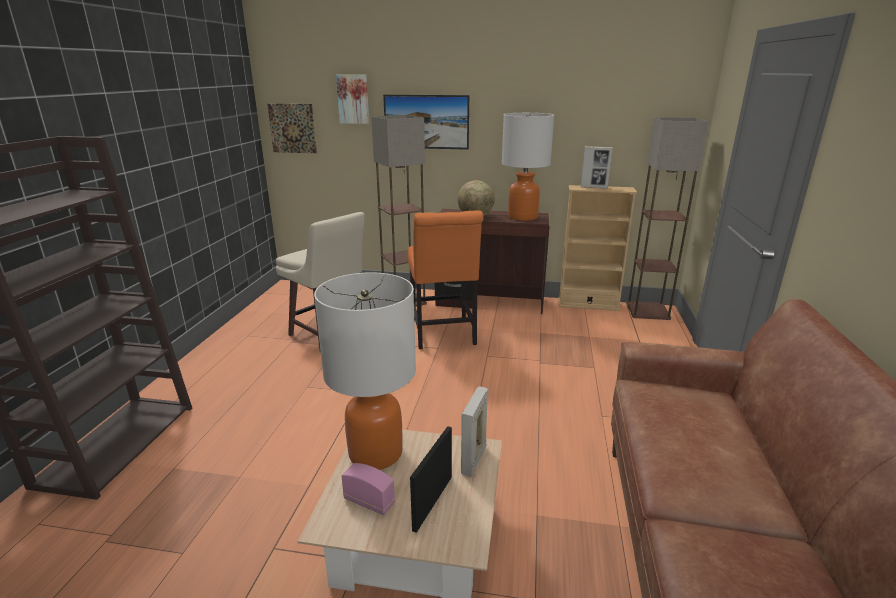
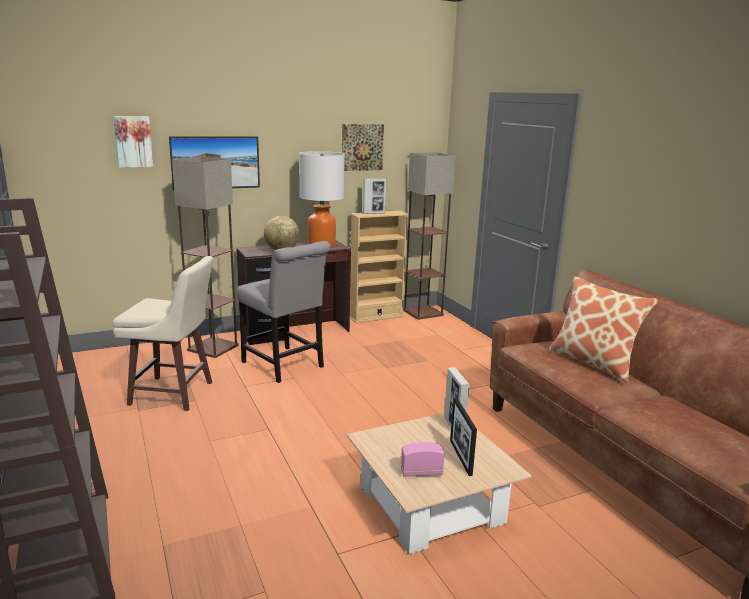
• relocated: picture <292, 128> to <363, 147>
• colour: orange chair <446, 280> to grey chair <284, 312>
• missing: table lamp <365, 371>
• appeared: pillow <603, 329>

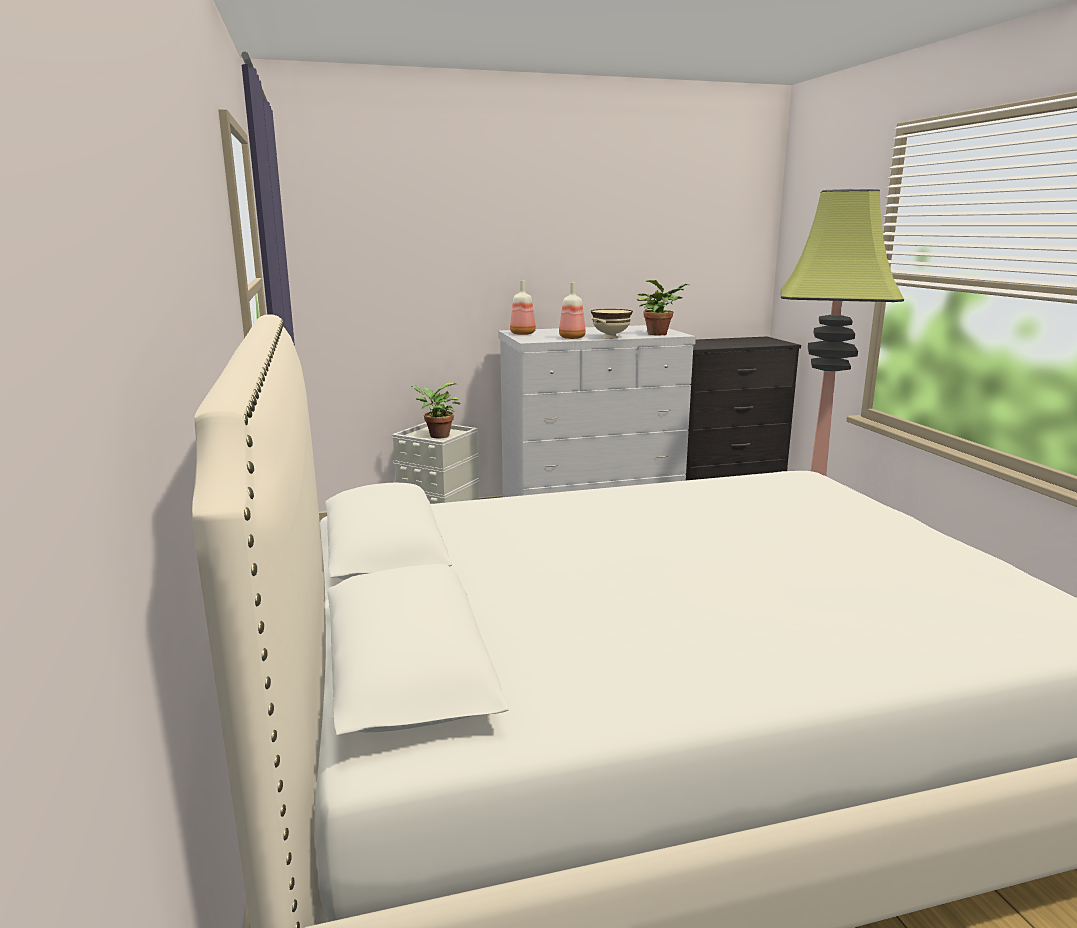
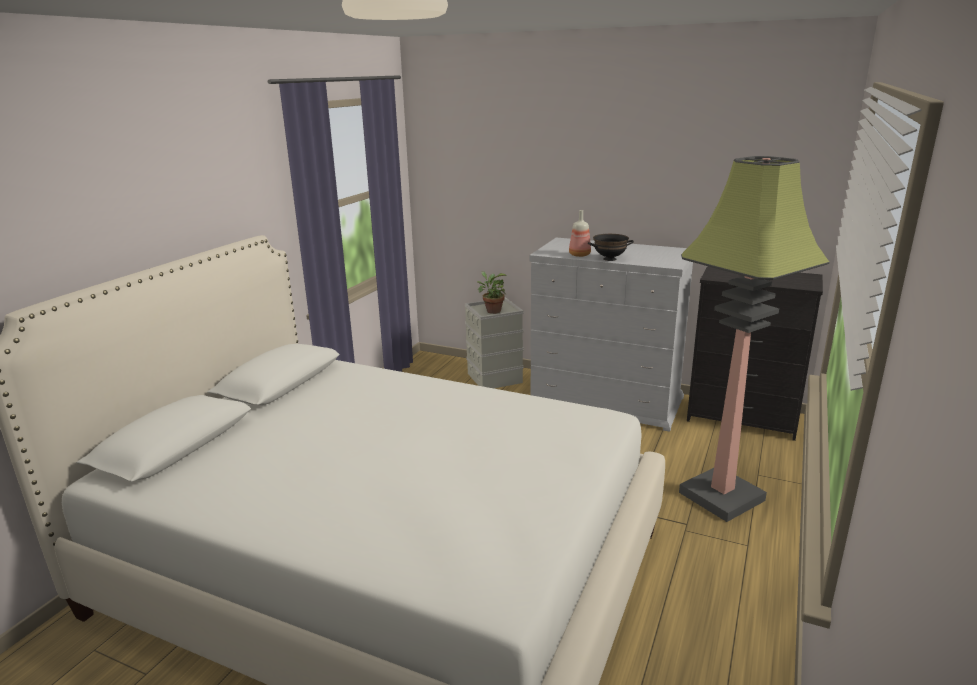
• missing: bottle <523, 307>
• missing: potted plant <663, 308>
• colour: beige bowl <612, 323> to black bowl <611, 247>

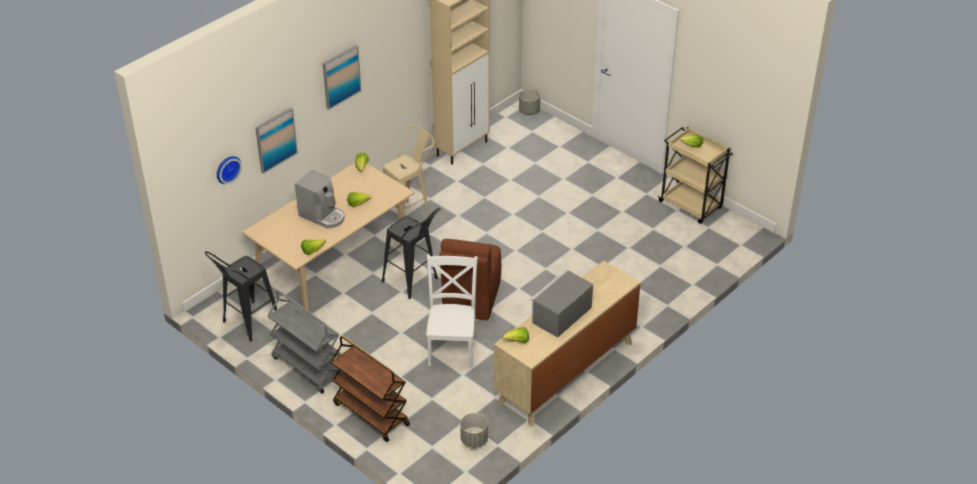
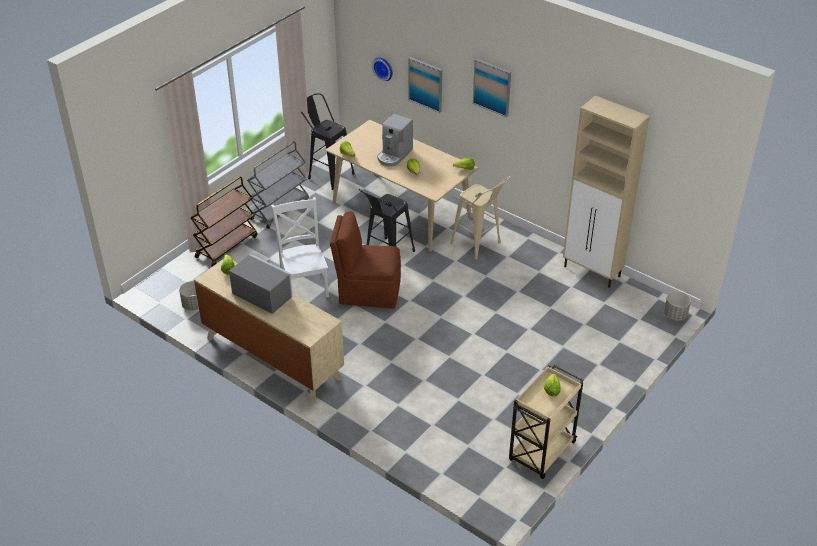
• spun: white chair <452, 311> = <300, 247> 105 degrees counterclockwise

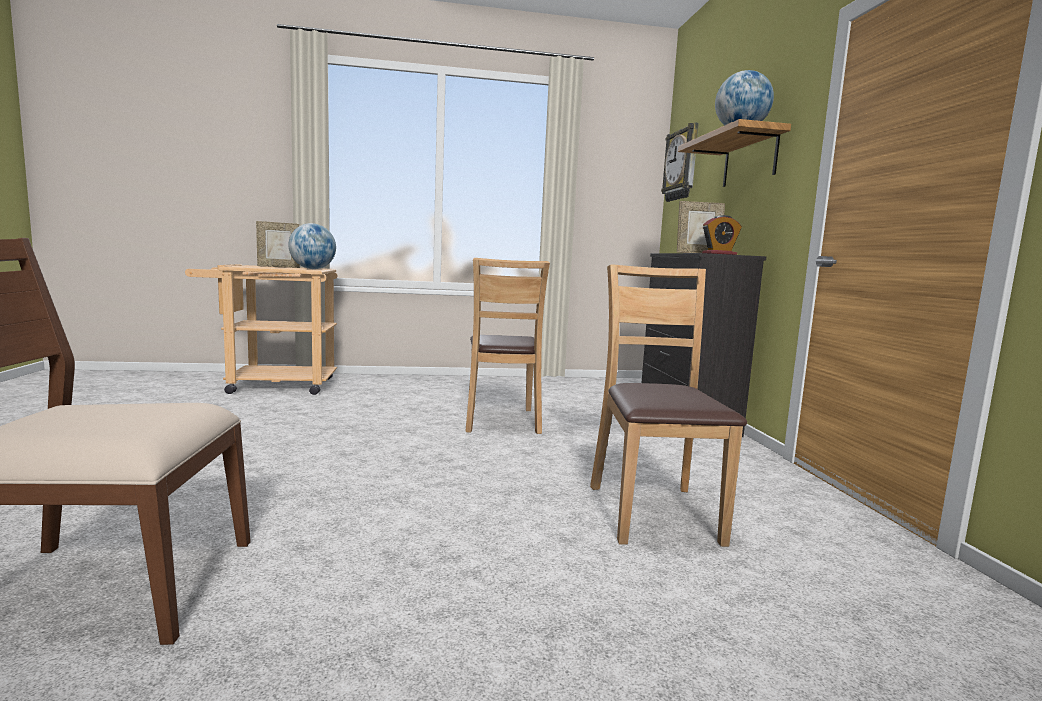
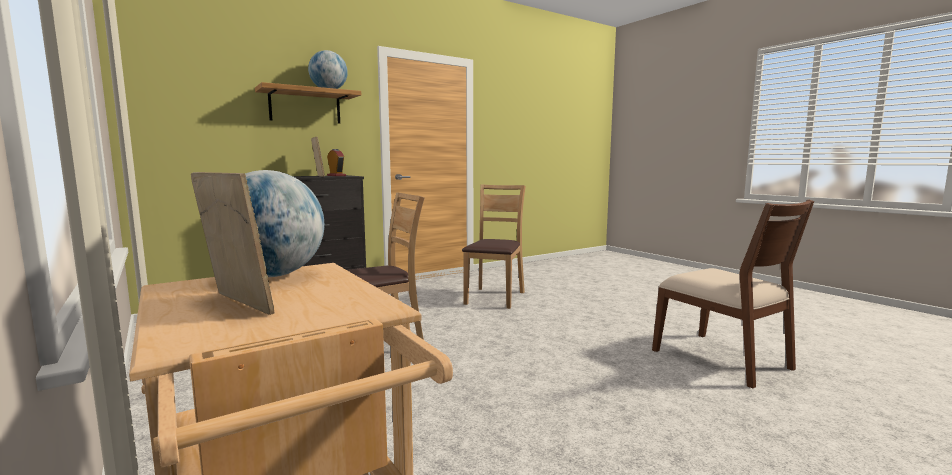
• missing: wall clock <680, 162>
• spun: brown chair <668, 405> = <494, 247> 135 degrees clockwise

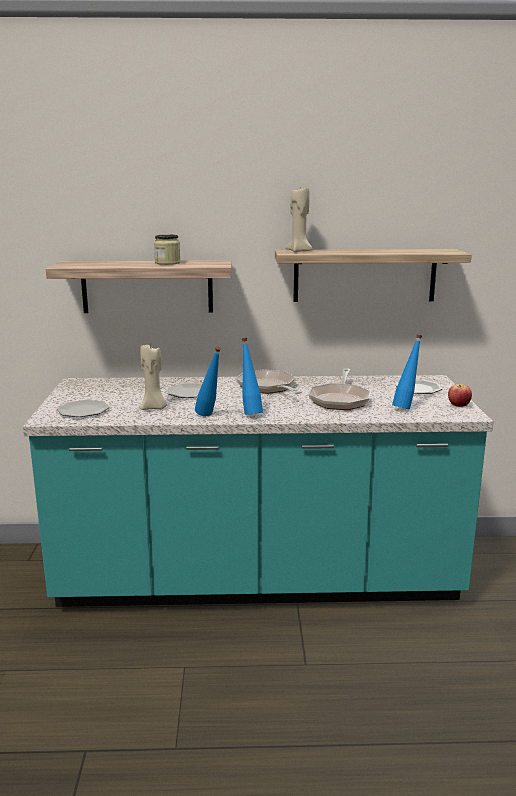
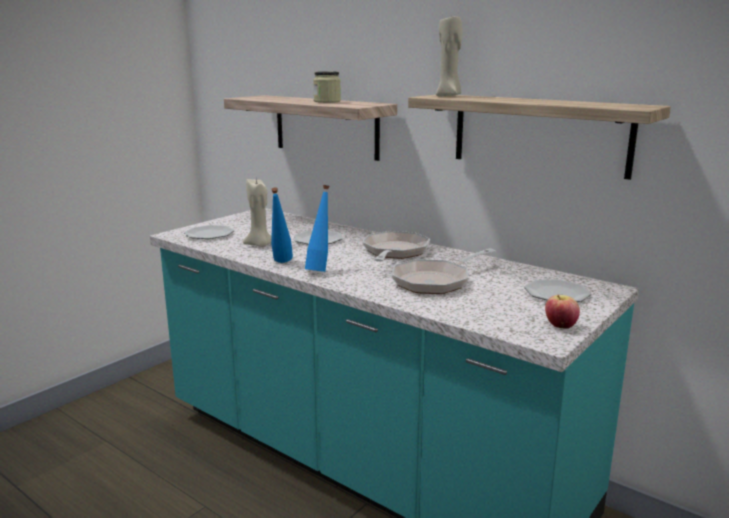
• missing: blue bottle <407, 372>

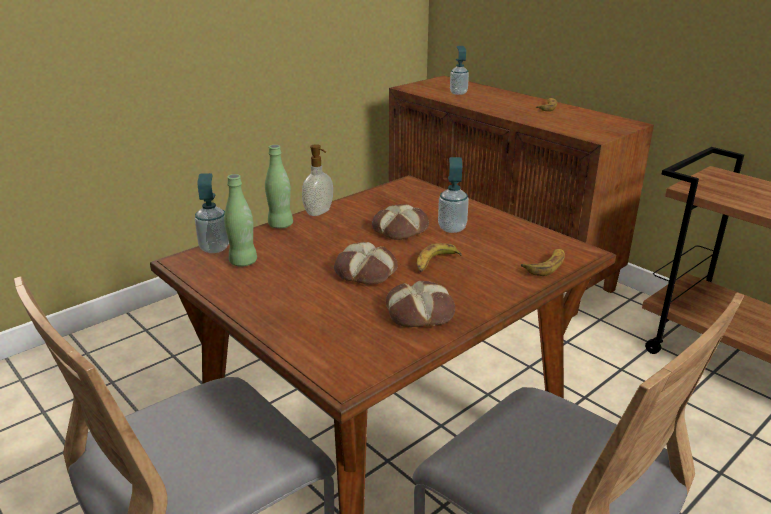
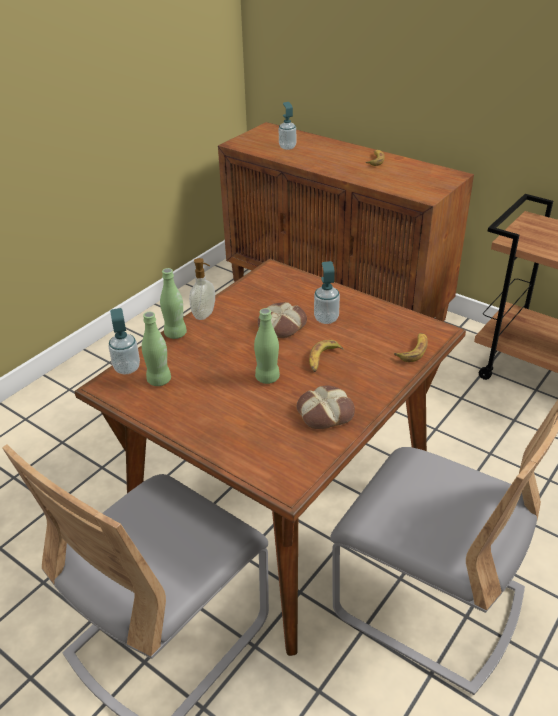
• exchanged: bread <366, 263> to green bottle <267, 346>

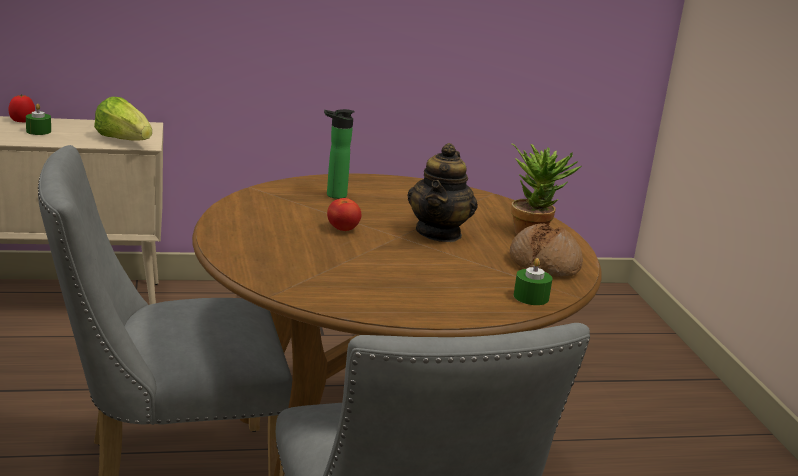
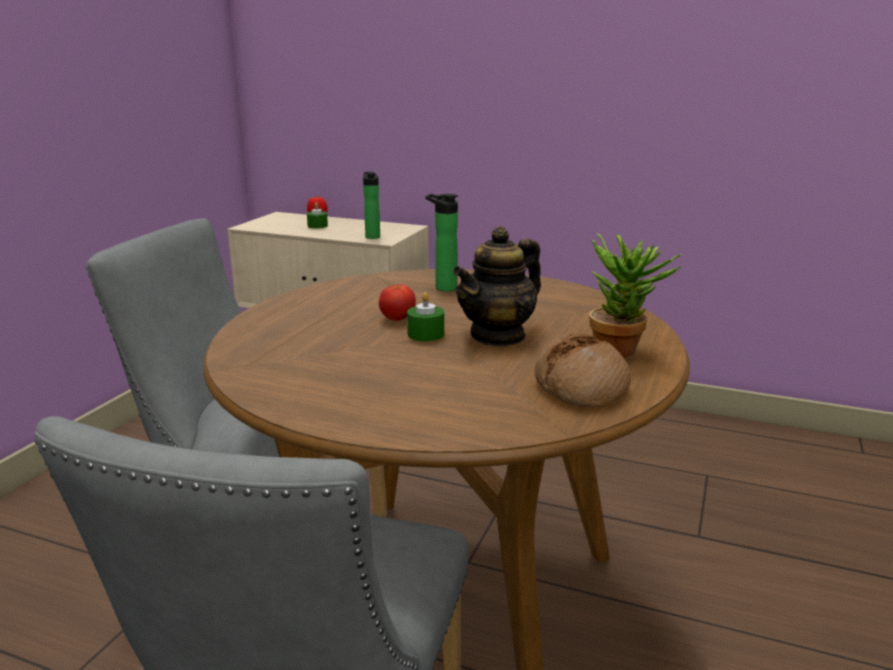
• exchanged: lettuce <123, 119> to bottle <371, 205>
• relocated: green candle <532, 281> to <425, 317>

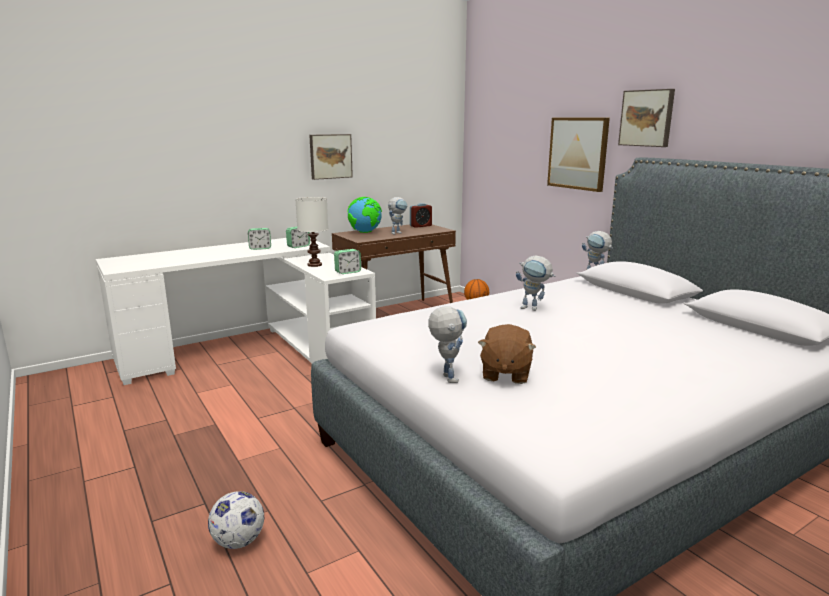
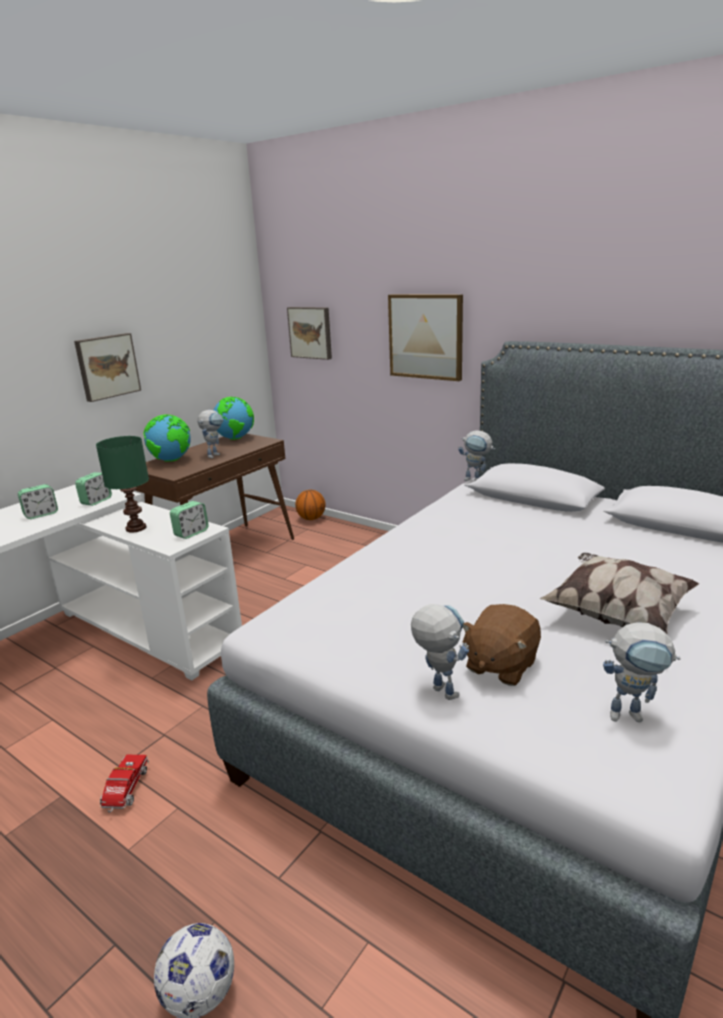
• relocated: picture <646, 118> to <309, 333>
• colour: white table lamp <311, 232> to green table lamp <122, 484>
• exchanged: alarm clock <421, 215> to globe <234, 418>
• relocated: toy robot <535, 283> to <642, 672>
• spun: brown plush toy <507, 354> = <501, 645> 45 degrees clockwise
• appeared: pillow <619, 594>
• appeared: toy truck <124, 784>

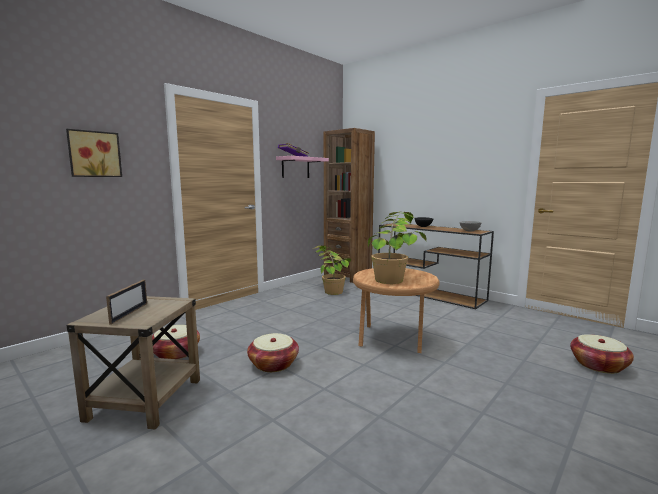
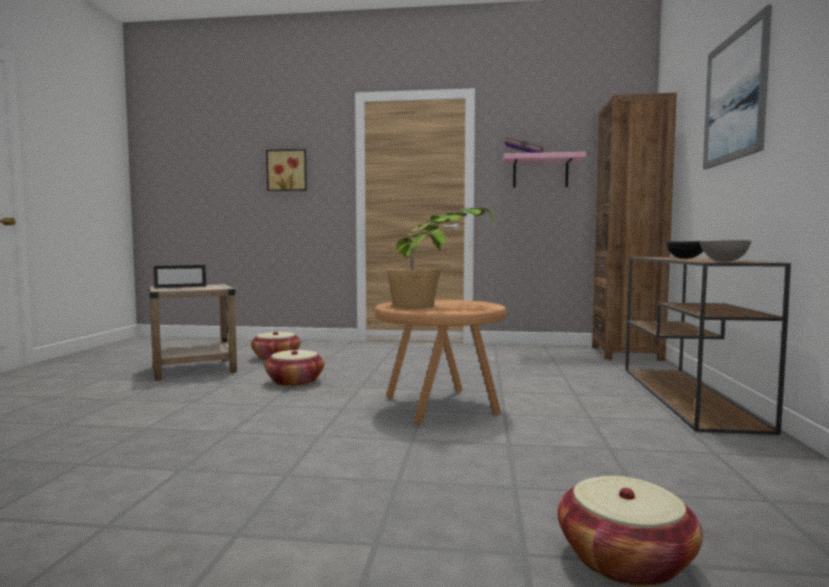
• missing: potted plant <332, 270>
• appeared: picture <737, 87>

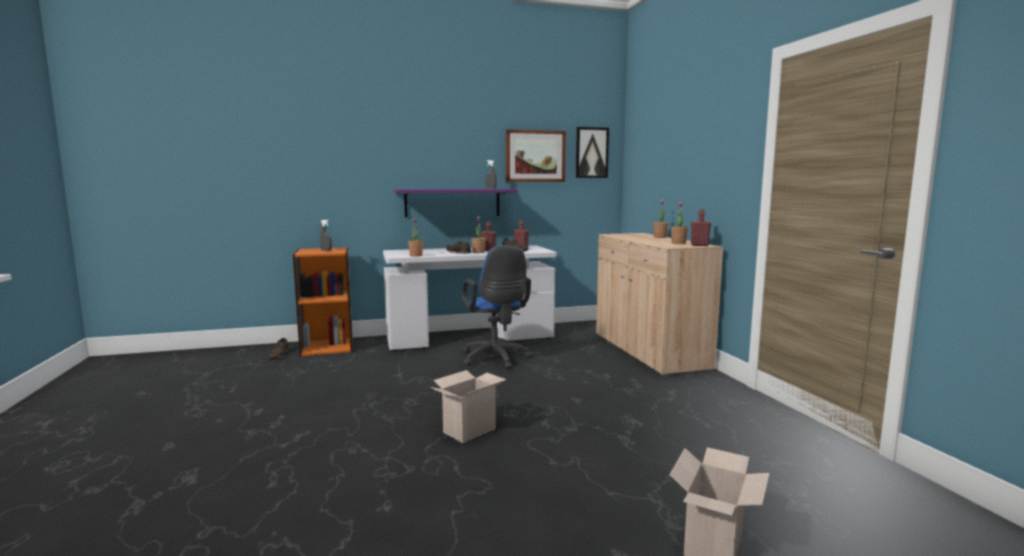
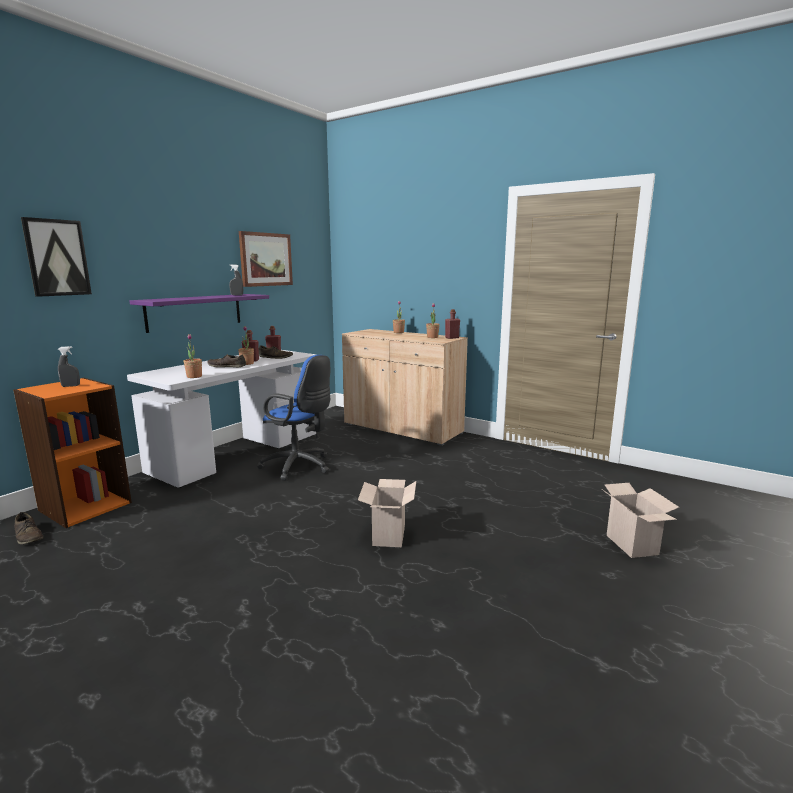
• relocated: picture <592, 152> to <56, 257>

